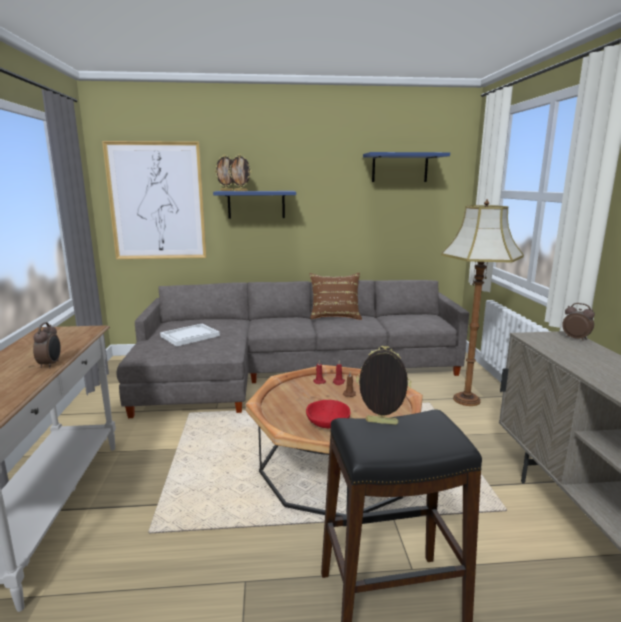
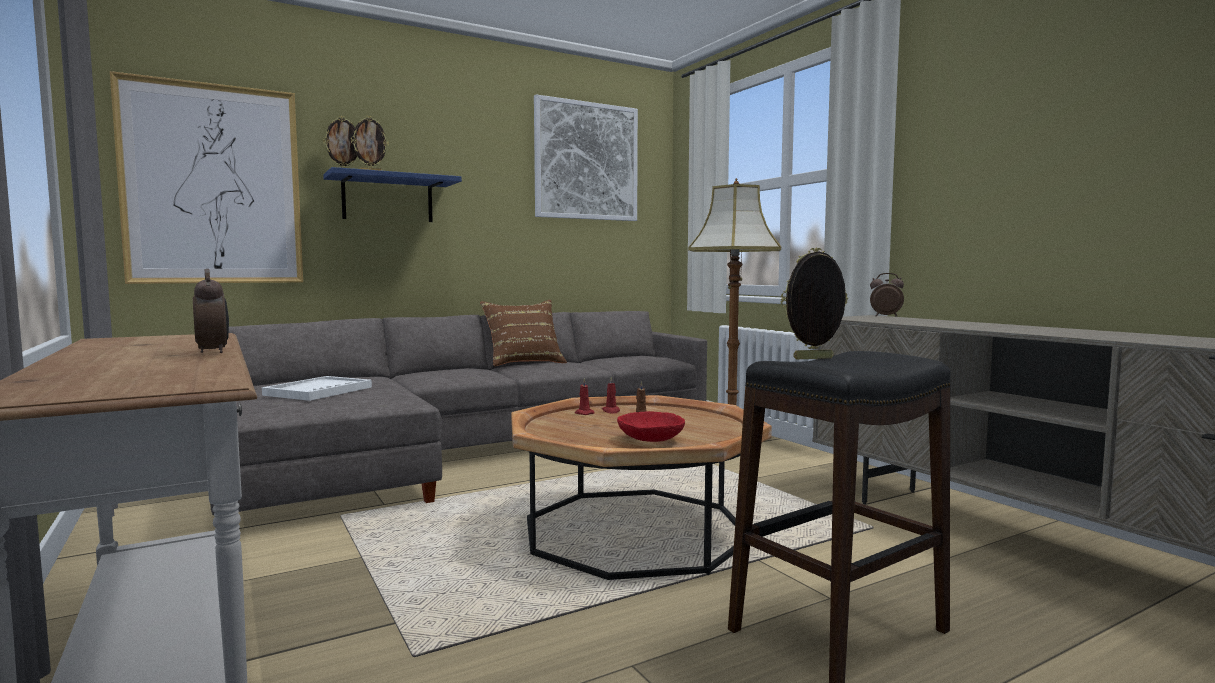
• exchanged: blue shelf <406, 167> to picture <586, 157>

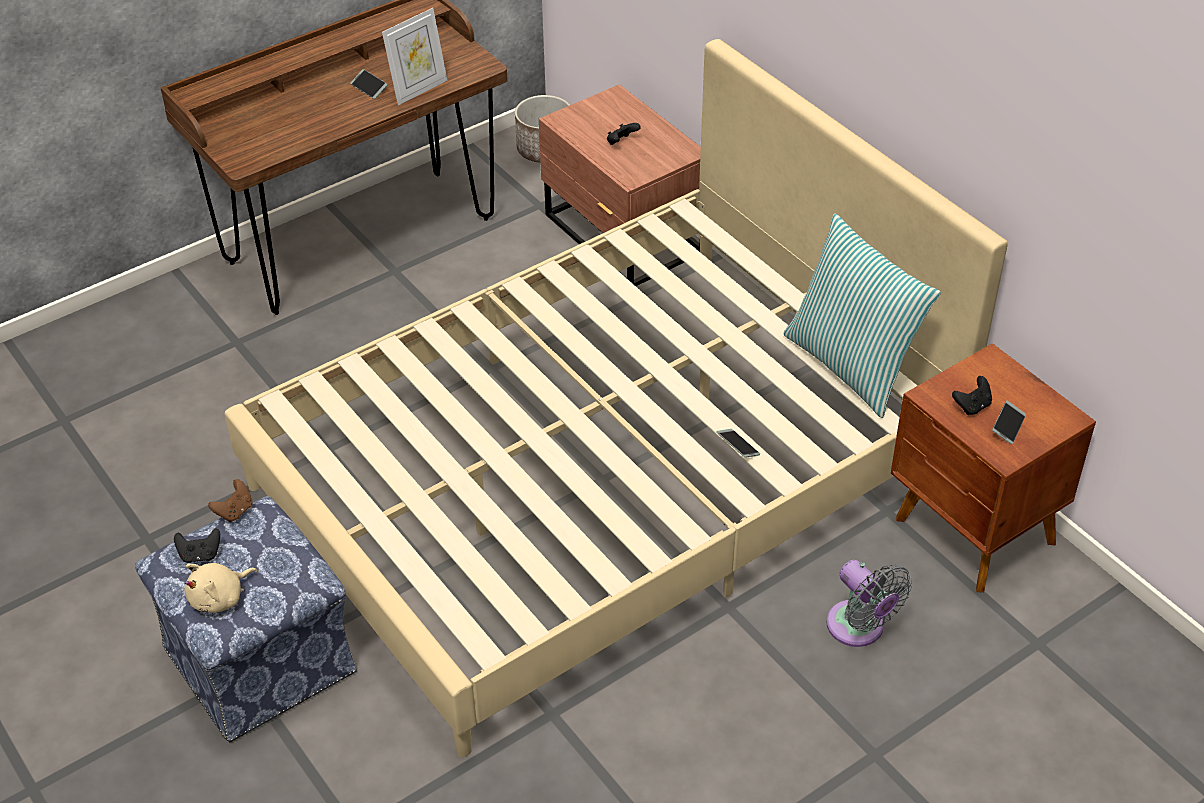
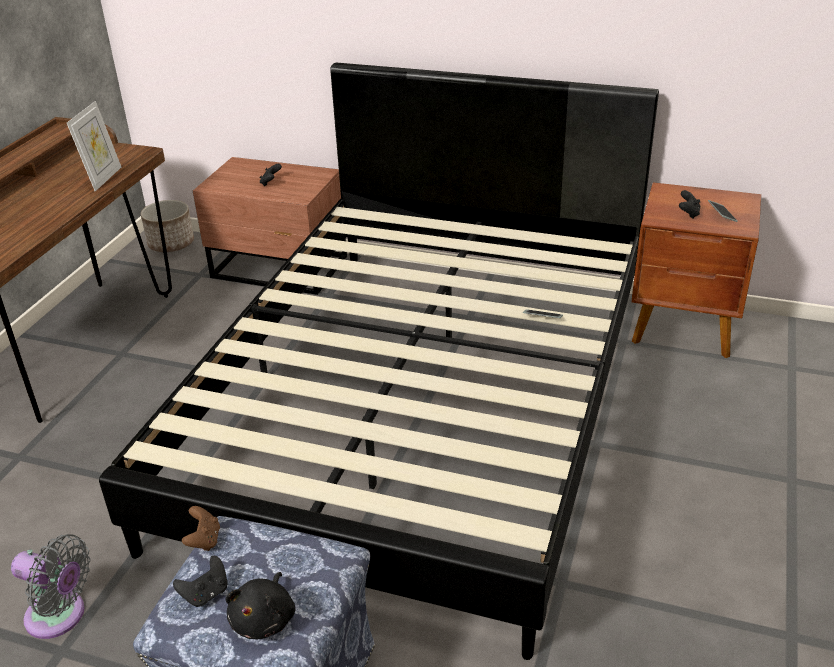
• colour: beige bed <616, 398> to black bed <379, 361>
• missing: phone <369, 84>
• missing: pillow <862, 316>
• relocated: grey fan <869, 603> to <51, 586>
• colour: beige plush toy <220, 588> to black plush toy <260, 605>

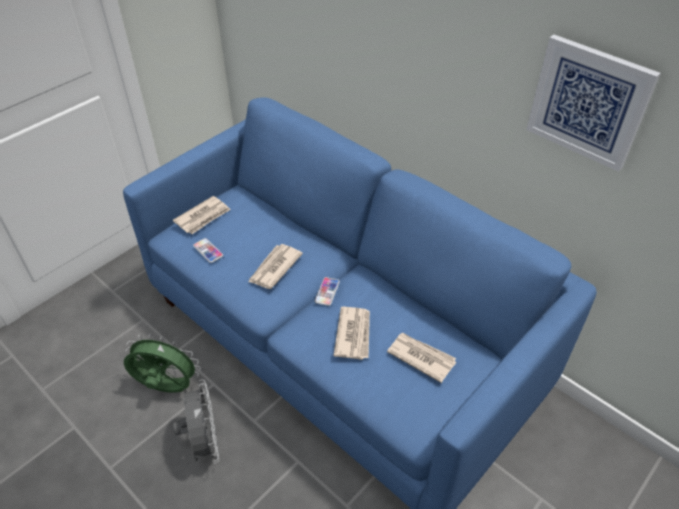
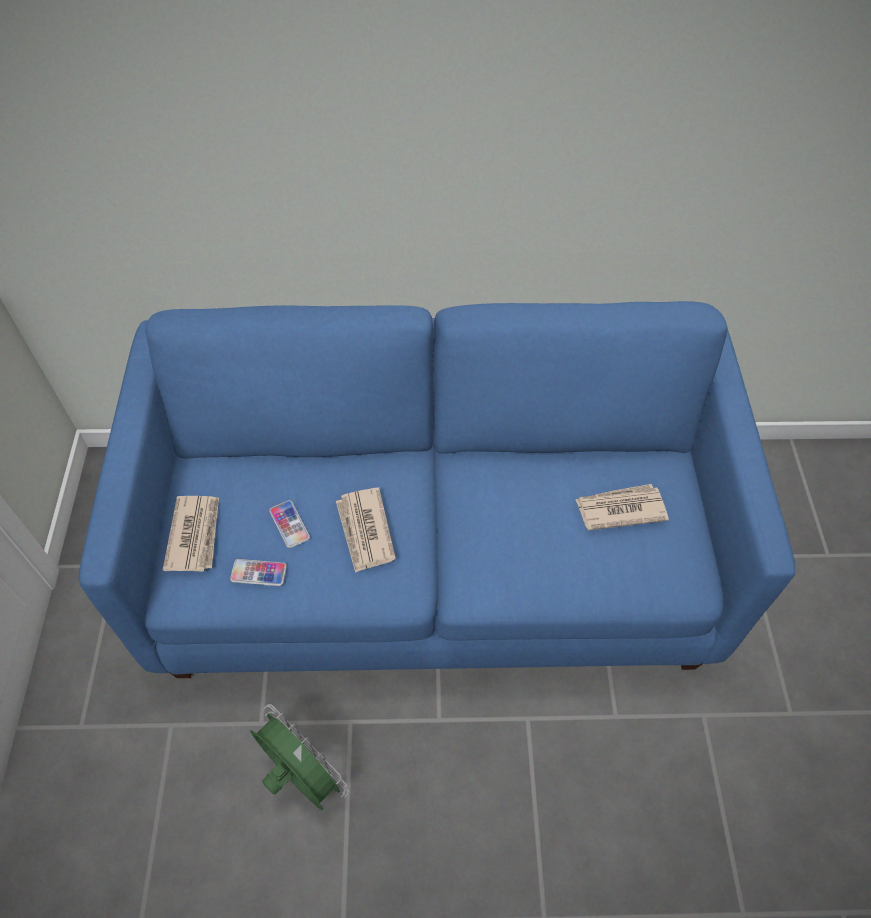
• missing: picture <593, 103>
• relocated: phone <327, 291> to <289, 524>
• missing: newspaper <351, 333>
• spun: green fan <162, 363> = <299, 757> 75 degrees clockwise
• missing: grey fan <196, 421>

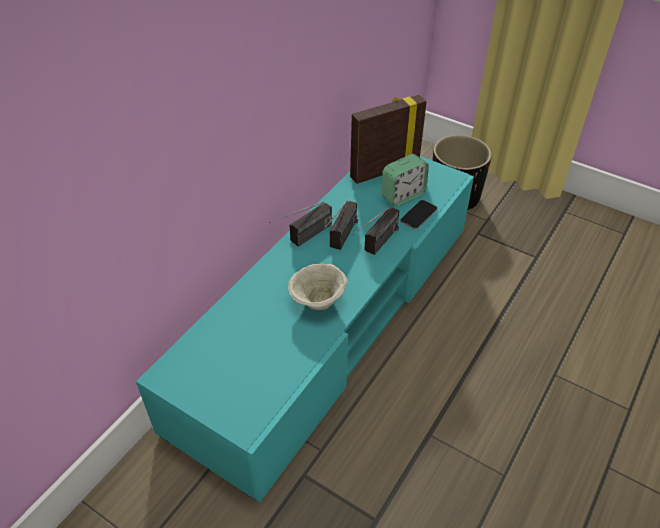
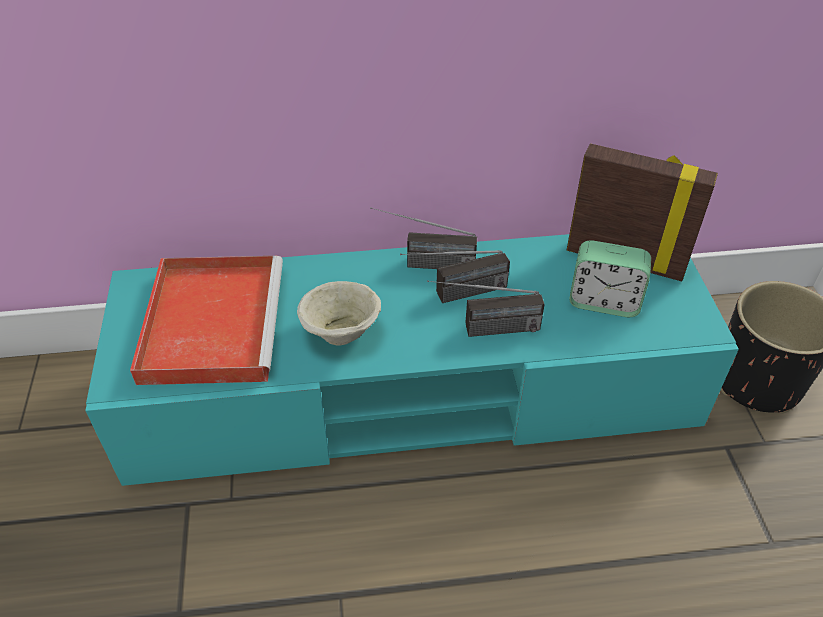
• missing: phone <418, 214>
• appeared: red tray <206, 320>

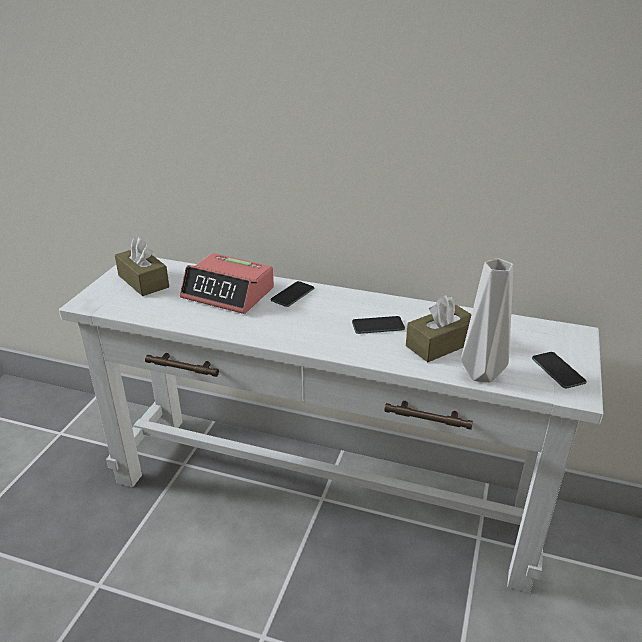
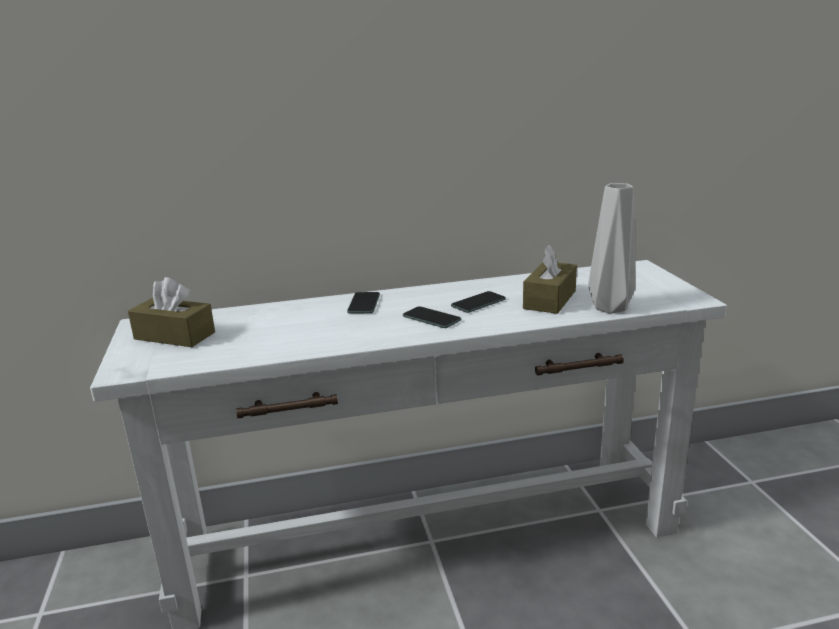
• missing: alarm clock <227, 283>
• relocated: phone <559, 370> to <432, 317>

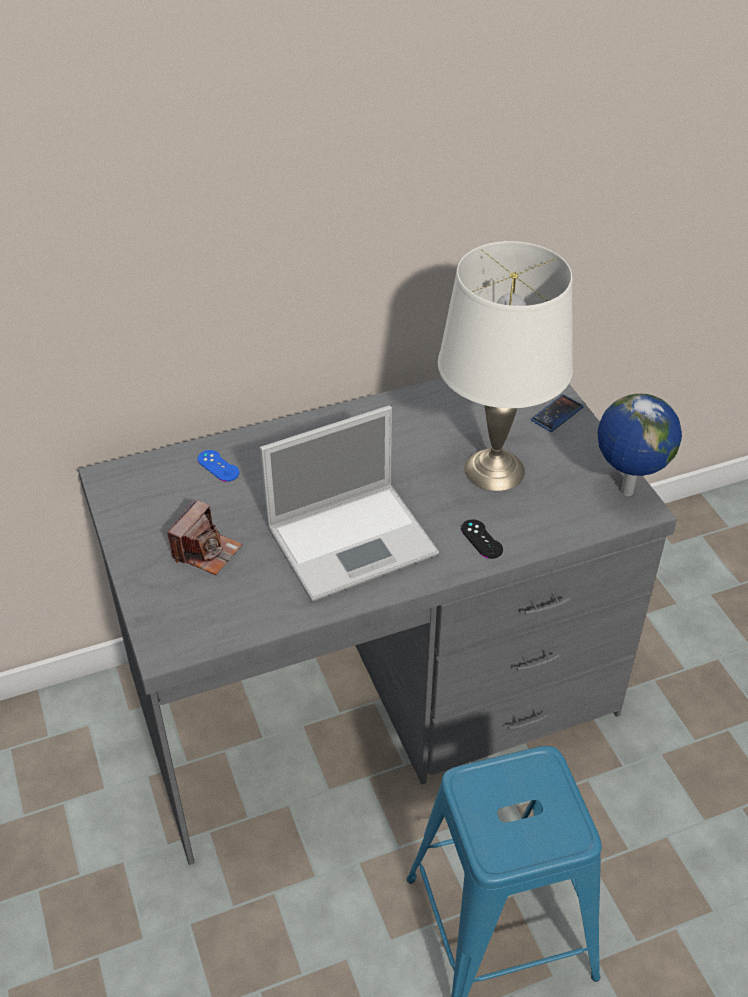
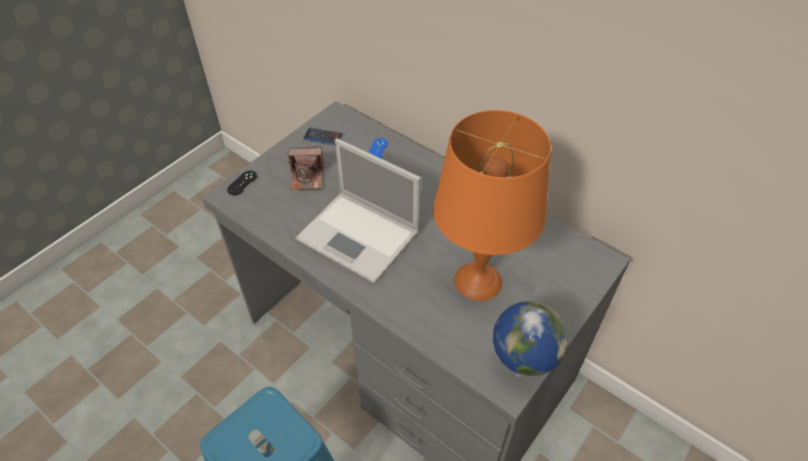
• colour: white table lamp <505, 366> to orange table lamp <492, 205>
• relocated: phone <557, 413> to <323, 136>
• relocated: black game controller <482, 539> to <242, 183>

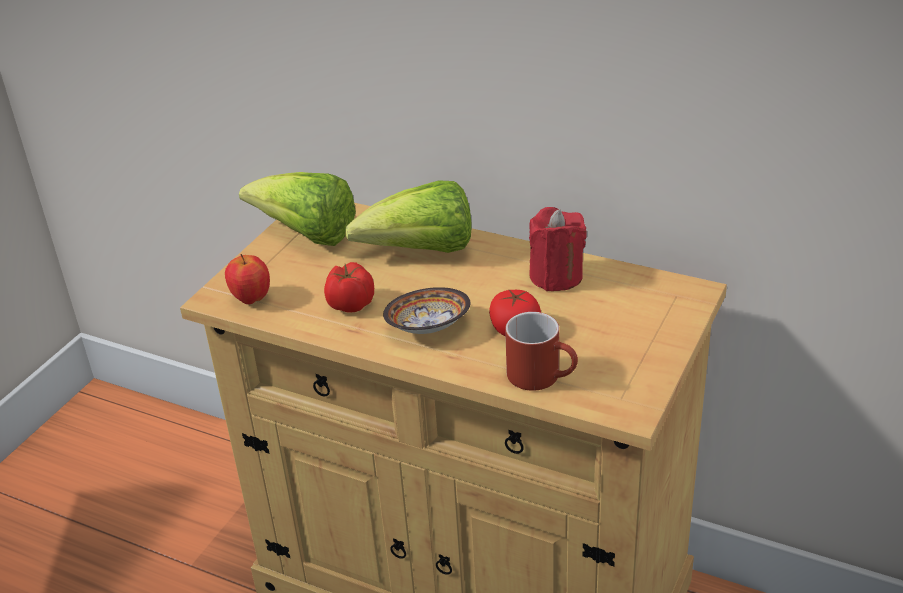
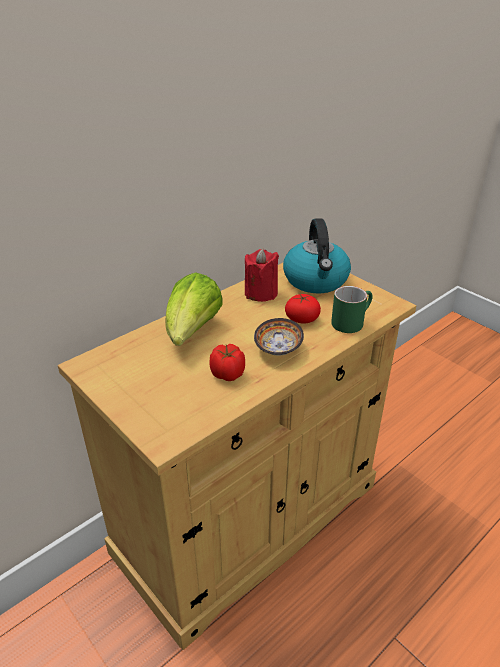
• missing: lettuce <297, 209>
• missing: apple <247, 279>
• colour: red mug <541, 351> to green mug <352, 309>
• appeared: kettle <317, 255>

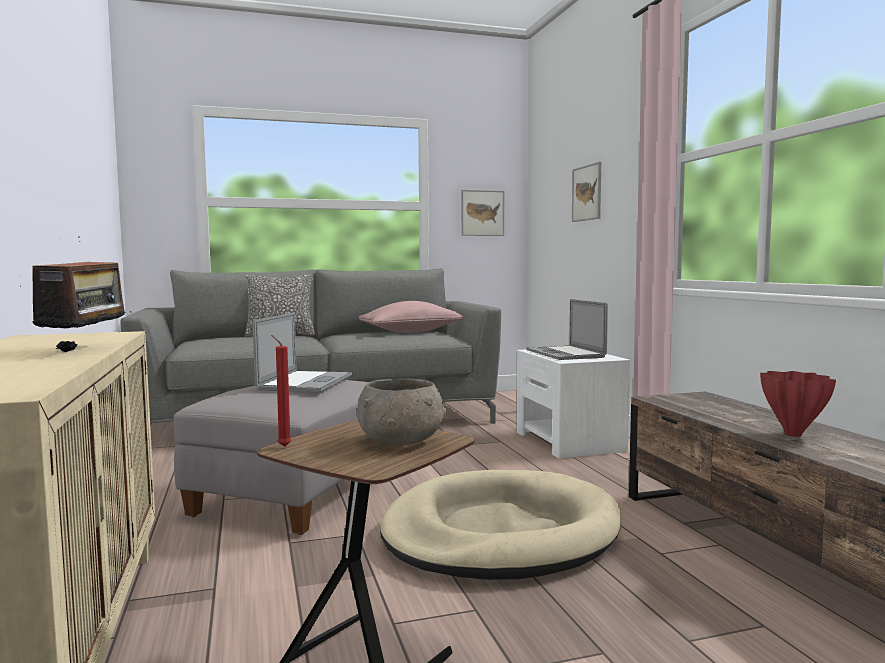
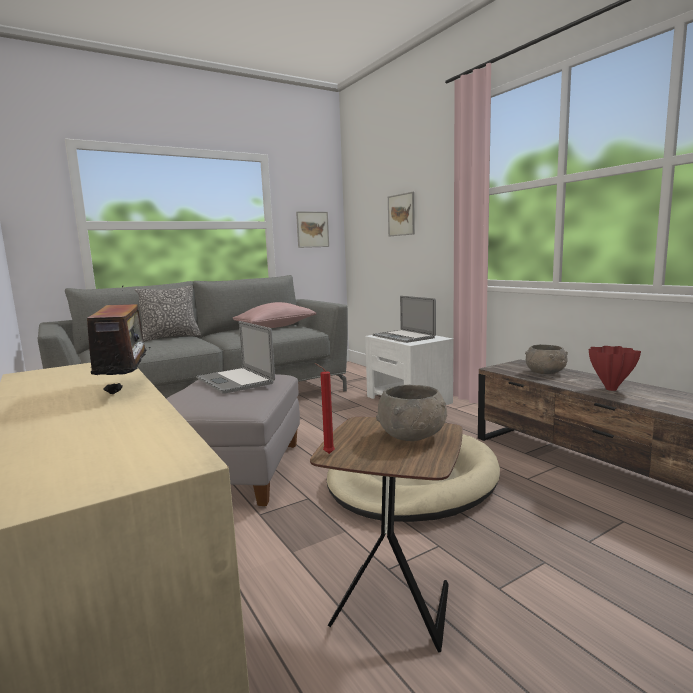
• spun: laptop <302, 352> = <235, 357> 150 degrees clockwise
• appeared: grey bowl <546, 359>

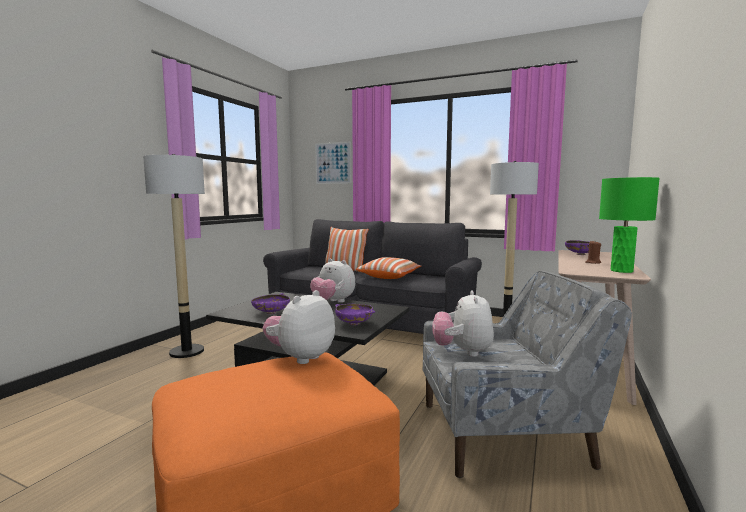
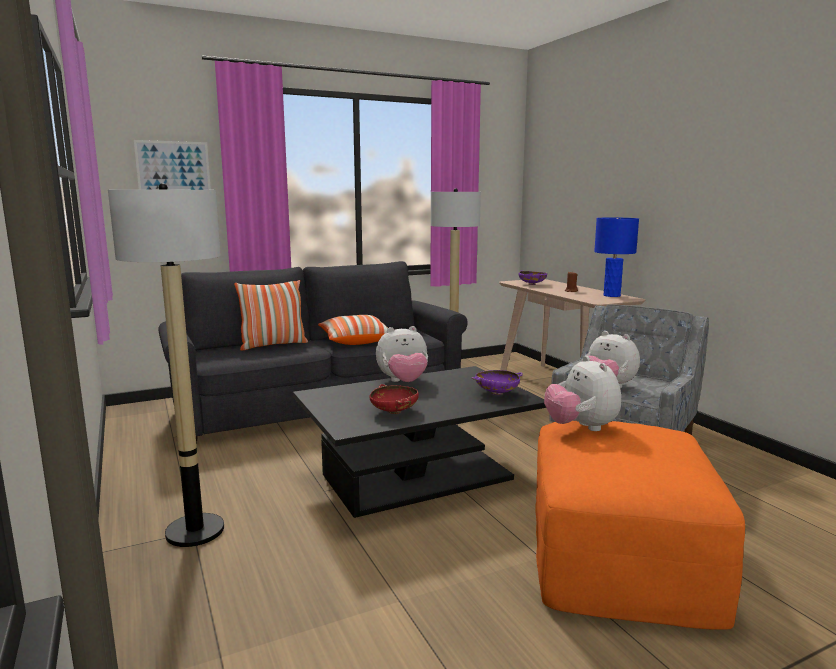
• colour: green table lamp <629, 225> to blue table lamp <616, 257>
• colour: purple bowl <270, 303> to red bowl <394, 399>

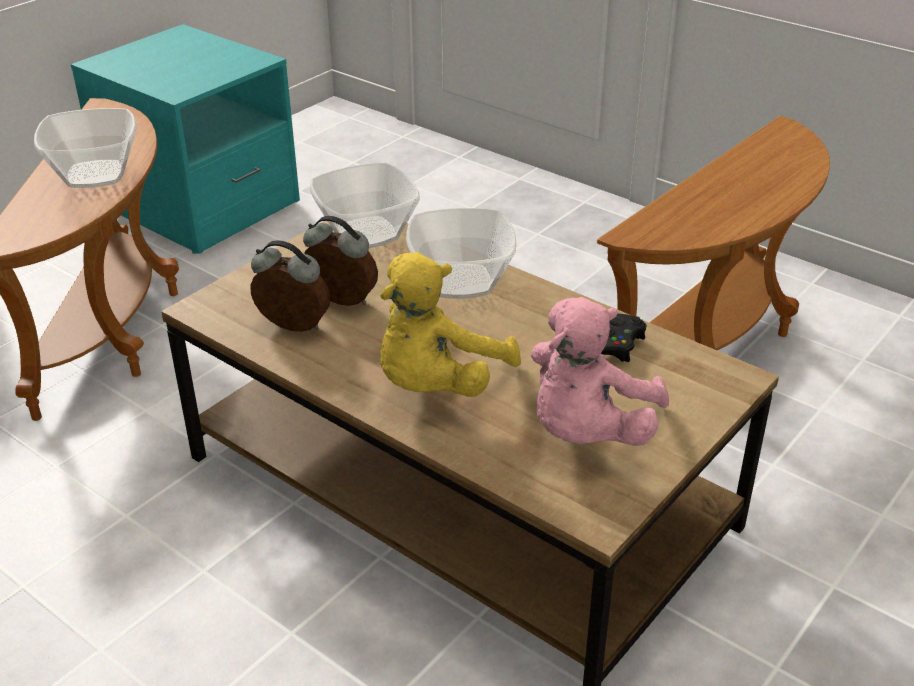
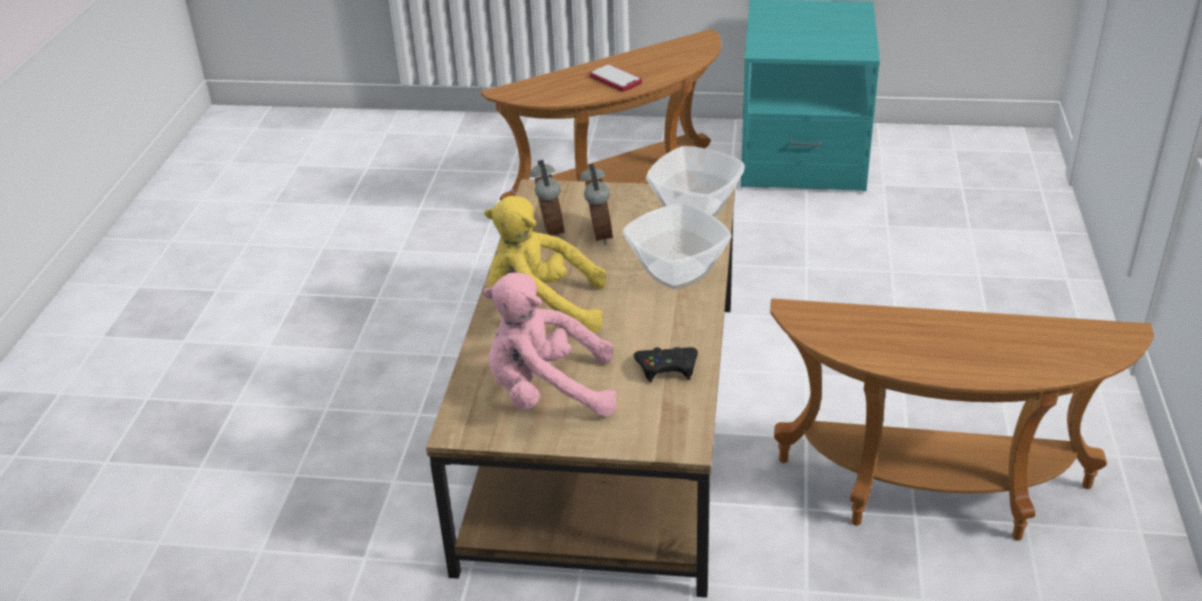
• exchanged: bowl <85, 148> to phone <616, 78>

